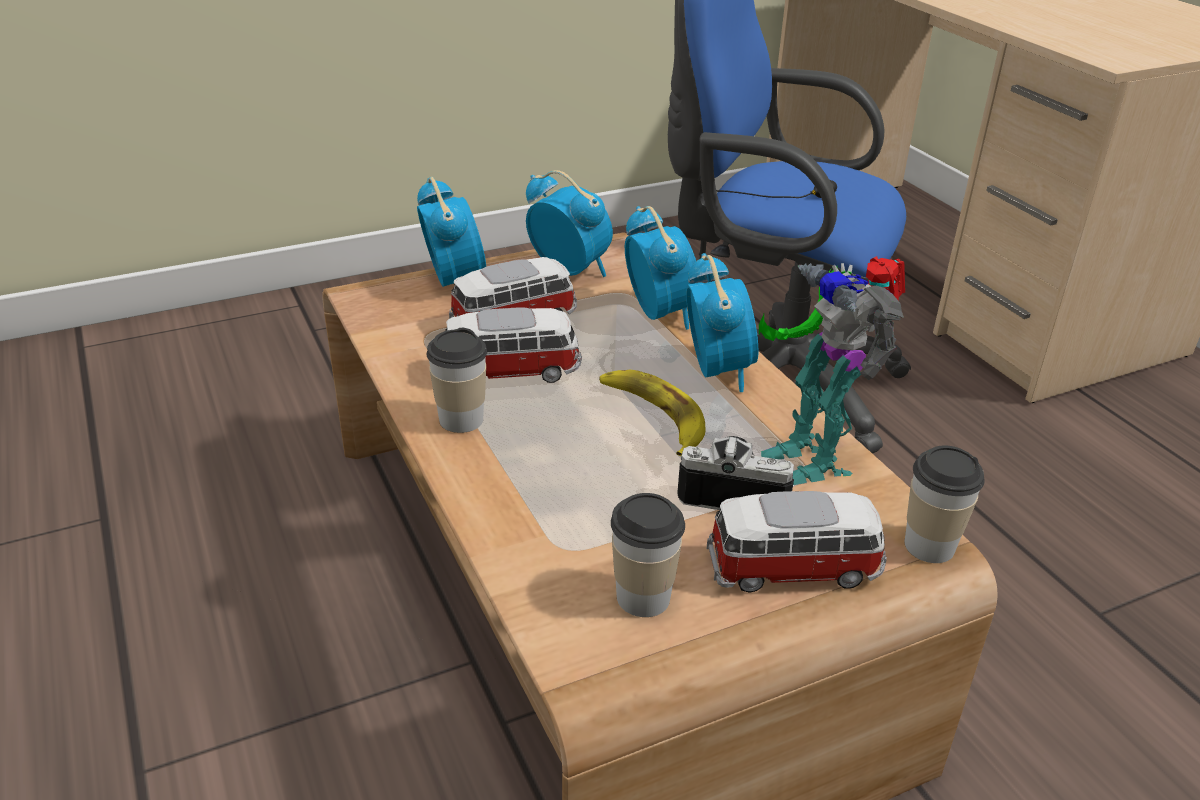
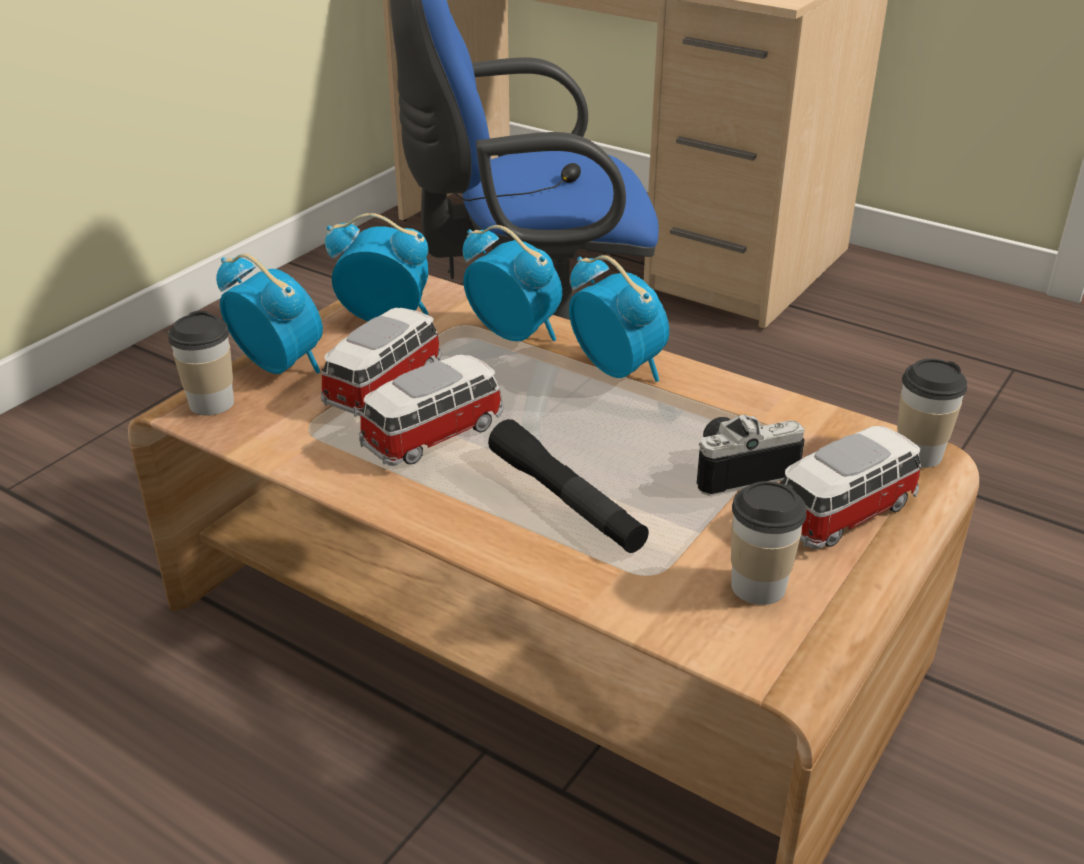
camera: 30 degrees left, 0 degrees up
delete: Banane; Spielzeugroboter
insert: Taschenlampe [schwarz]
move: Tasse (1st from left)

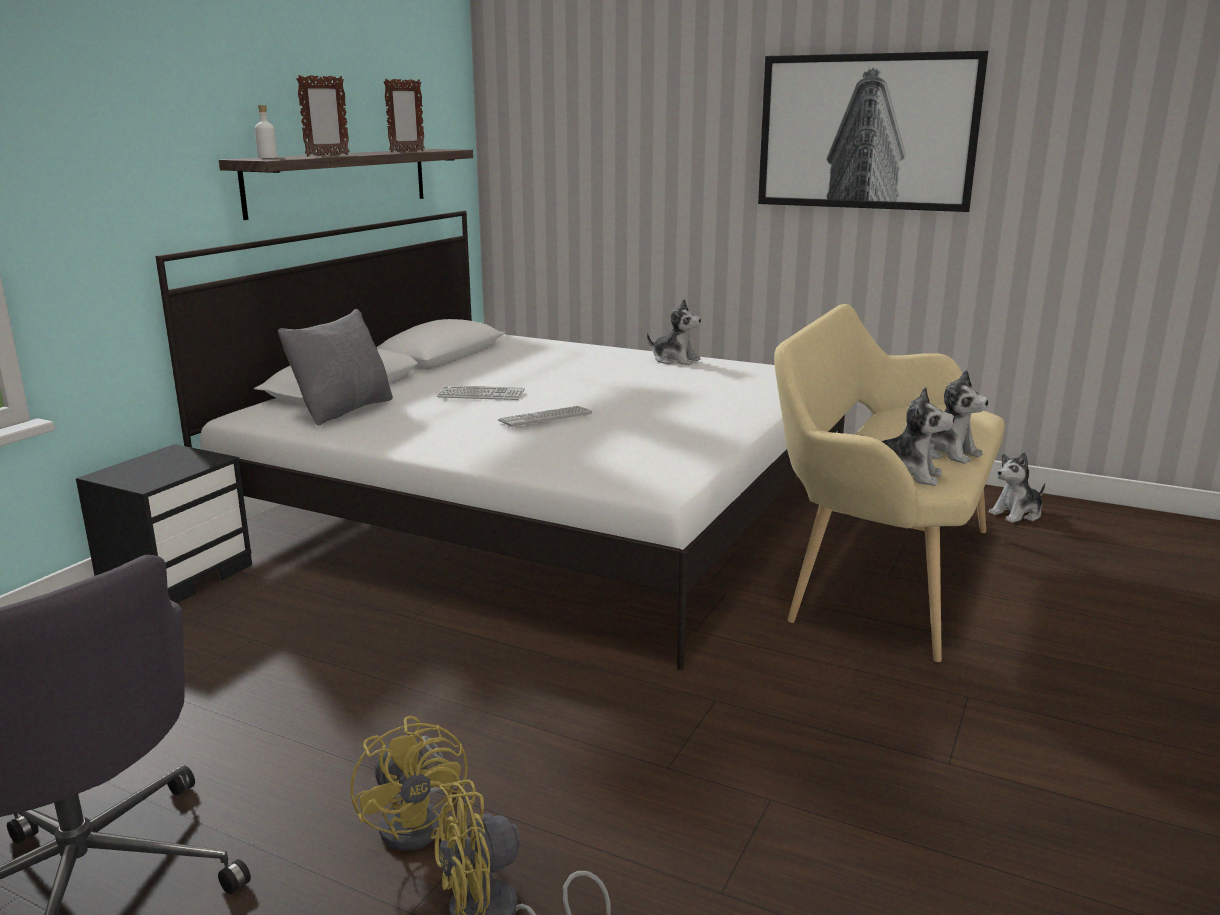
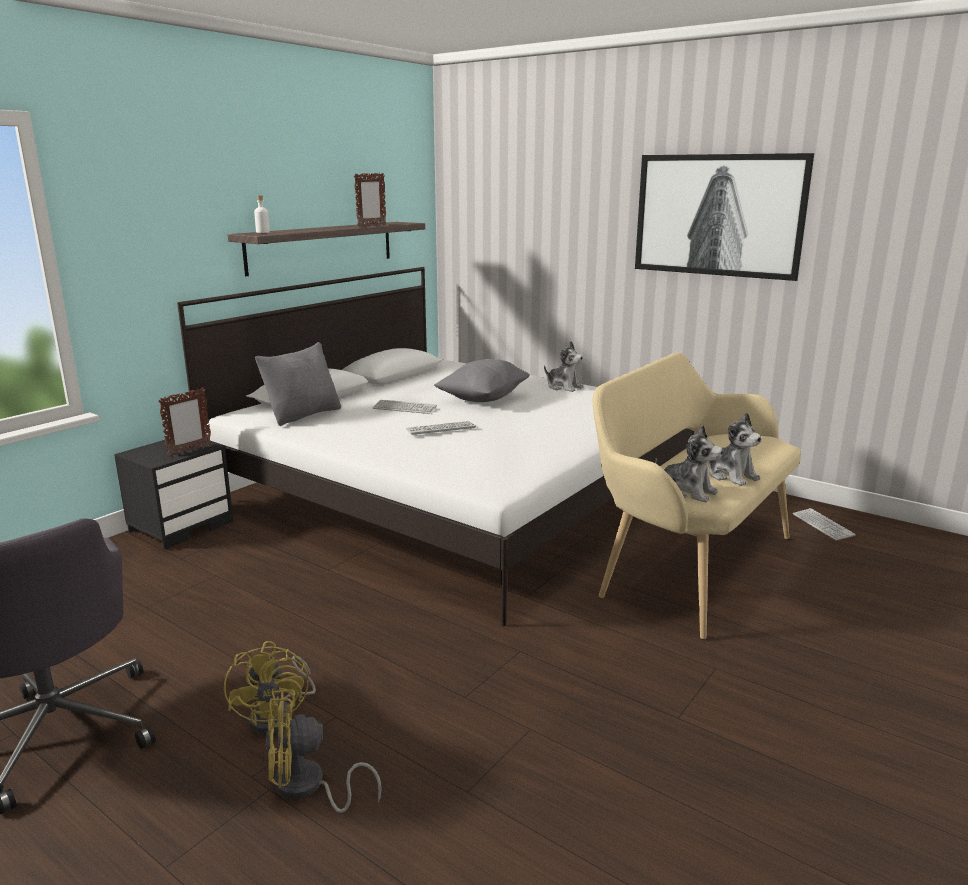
camera: 10 degrees right, 0 degrees up
insert: Kissen [grau] (2nd from left)
move: Bilderrahmen (1st from left)
replace: Plüschtier (4th from left) to Tastatur (3rd from left)

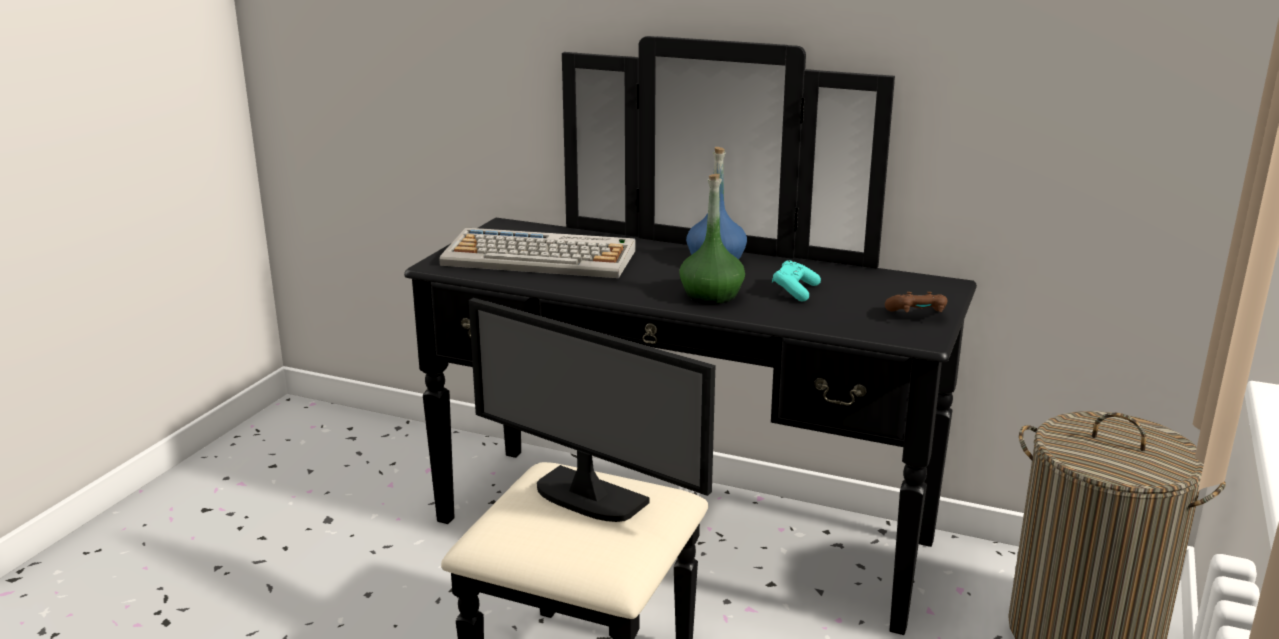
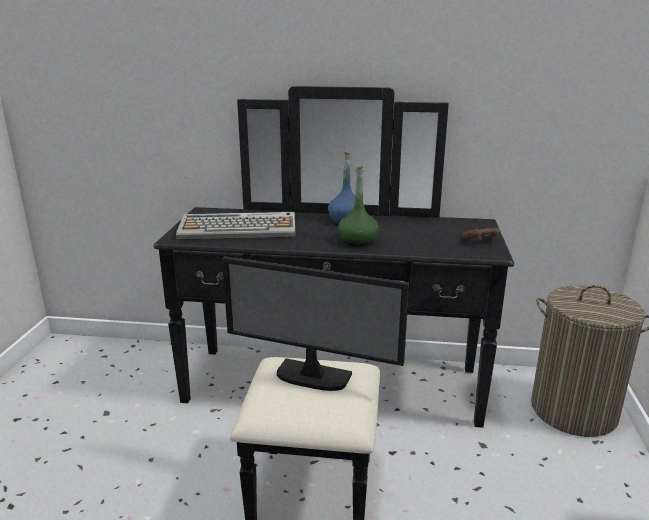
camera: 15 degrees left, 0 degrees up
delete: Gamepad [türkis]

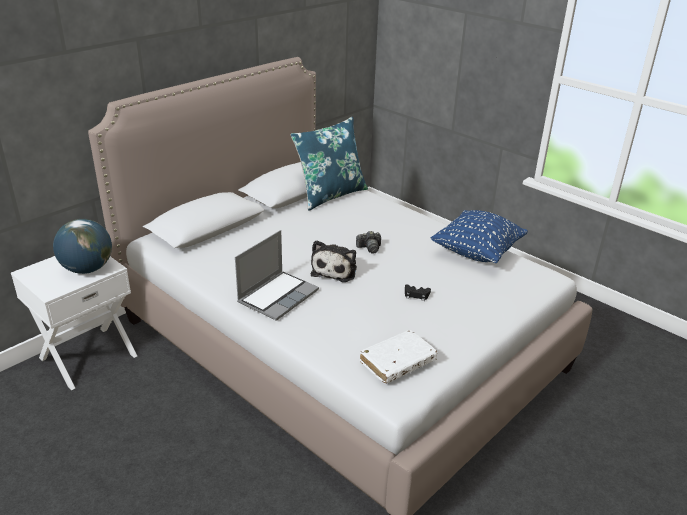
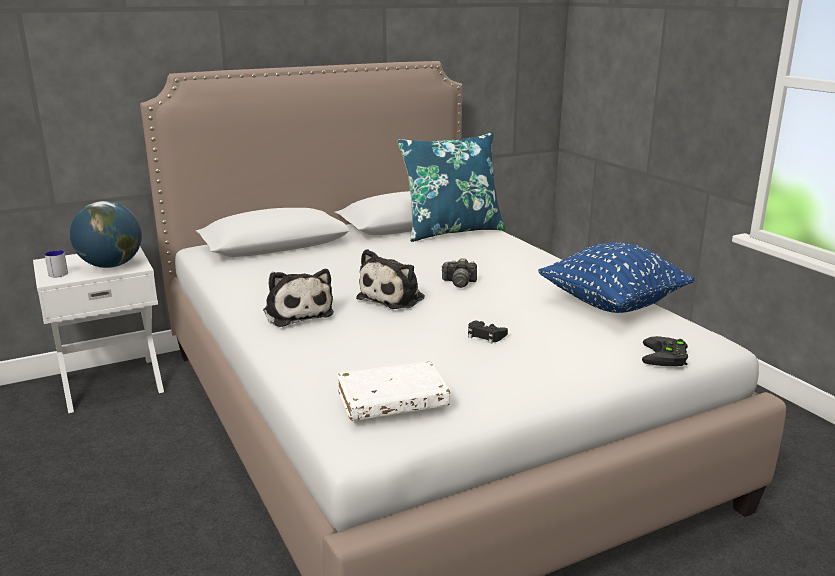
camera: 20 degrees right, 10 degrees down
insert: Henkelbecher; Gamepad [schwarz] (2nd from left)
replace: Laptop to Plüschtier (1st from left)

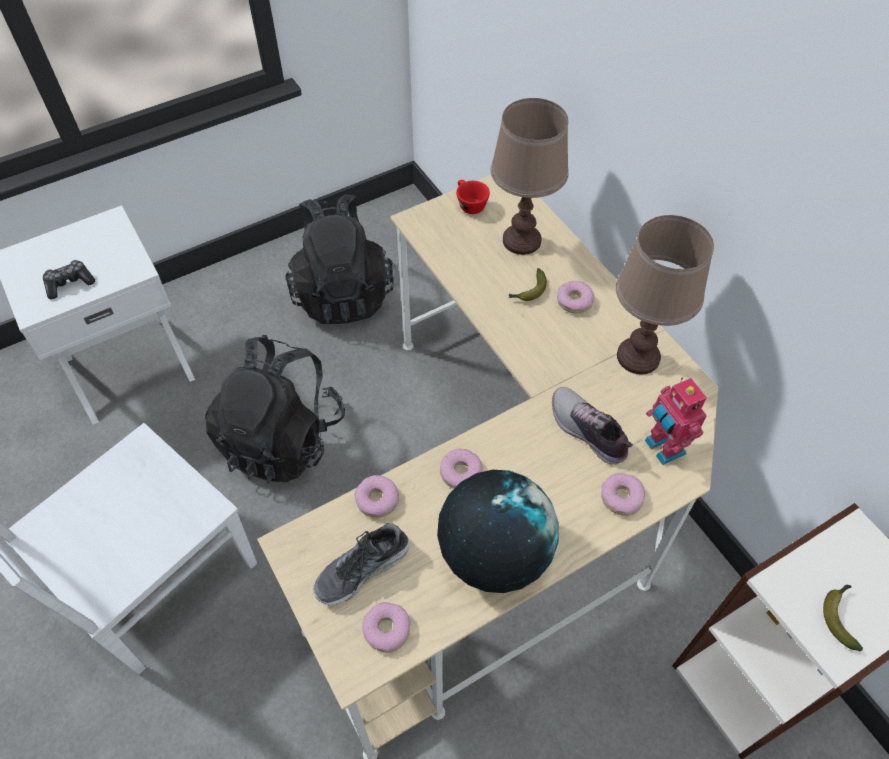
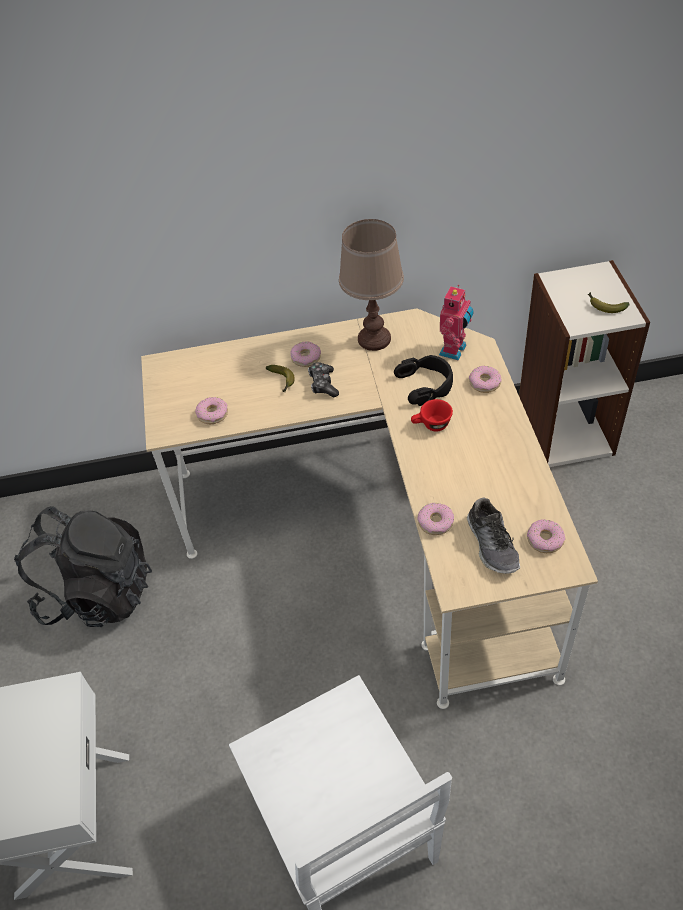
camera: 65 degrees left, 5 degrees down
delete: Rucksack [schwarz] (1st from left); Globus; Tischlampe [braun] (1st from left)
move: Donut (3rd from left in the first image) to Donut (1st from left); Gamepad; Tasse [rot]
replace: Schuh (2nd from left) to Kopfhörer [schwarz]
rotate: Spielzeugroboter 60 degrees counterclockwise

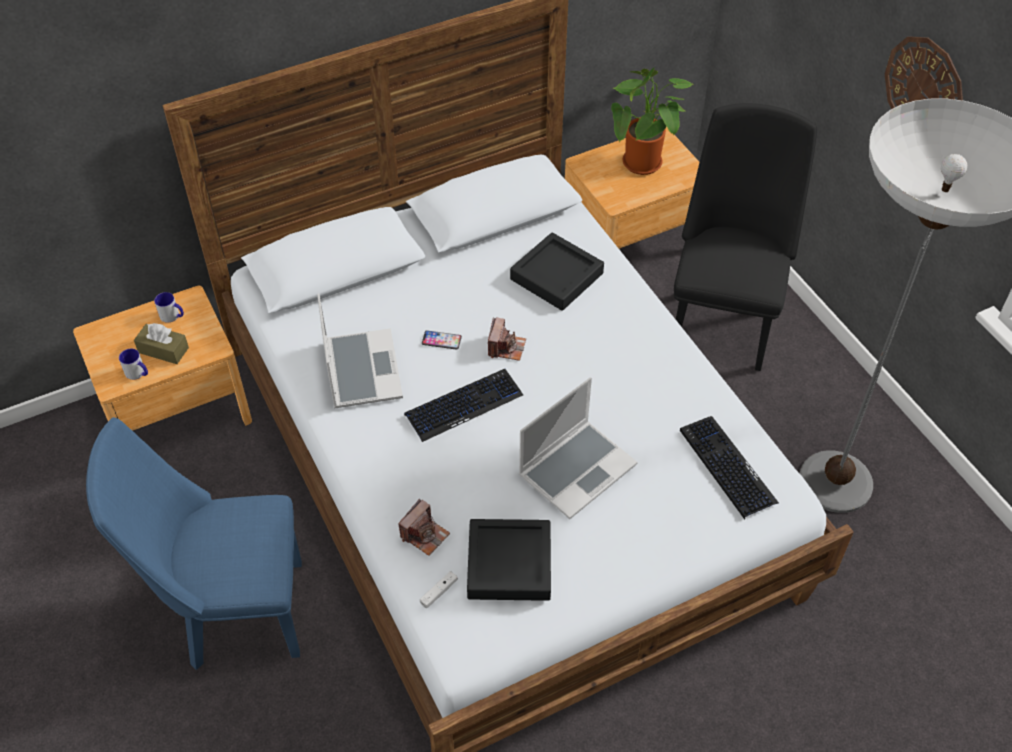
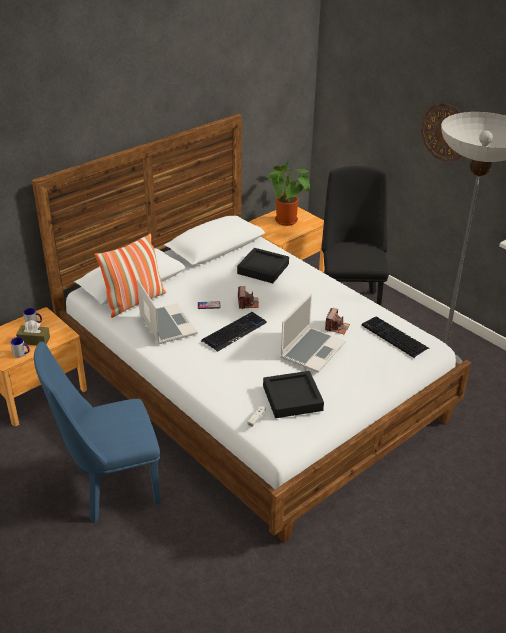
camera: 15 degrees left, 15 degrees down
insert: Kissen
move: Kamera (1st from left in the first image) to Kamera (2nd from left)

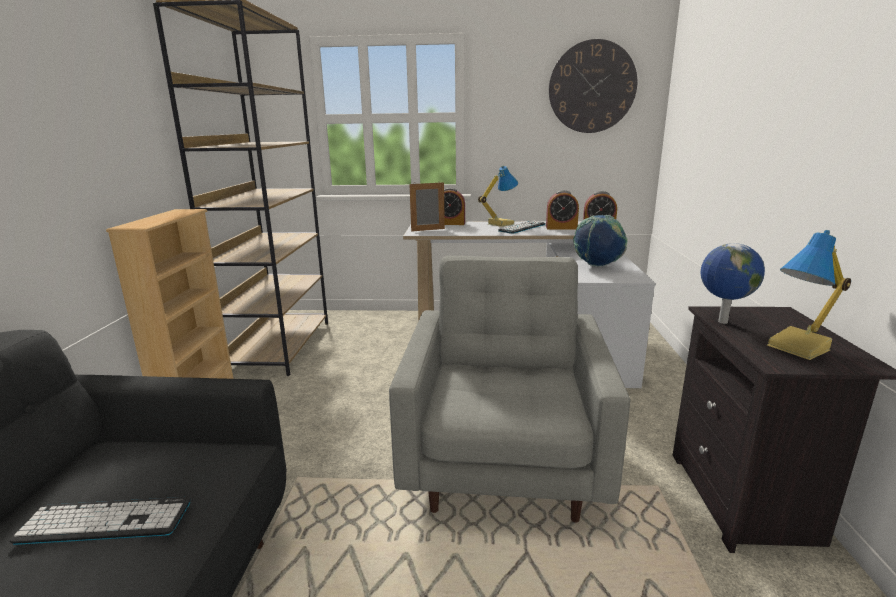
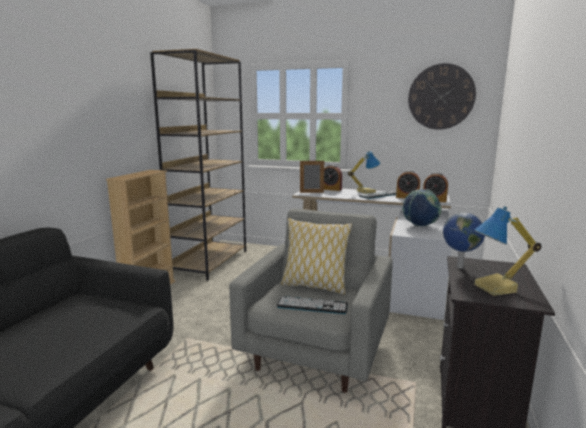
camera: 15 degrees right, 5 degrees down
insert: Kissen
move: Tastatur (1st from left)

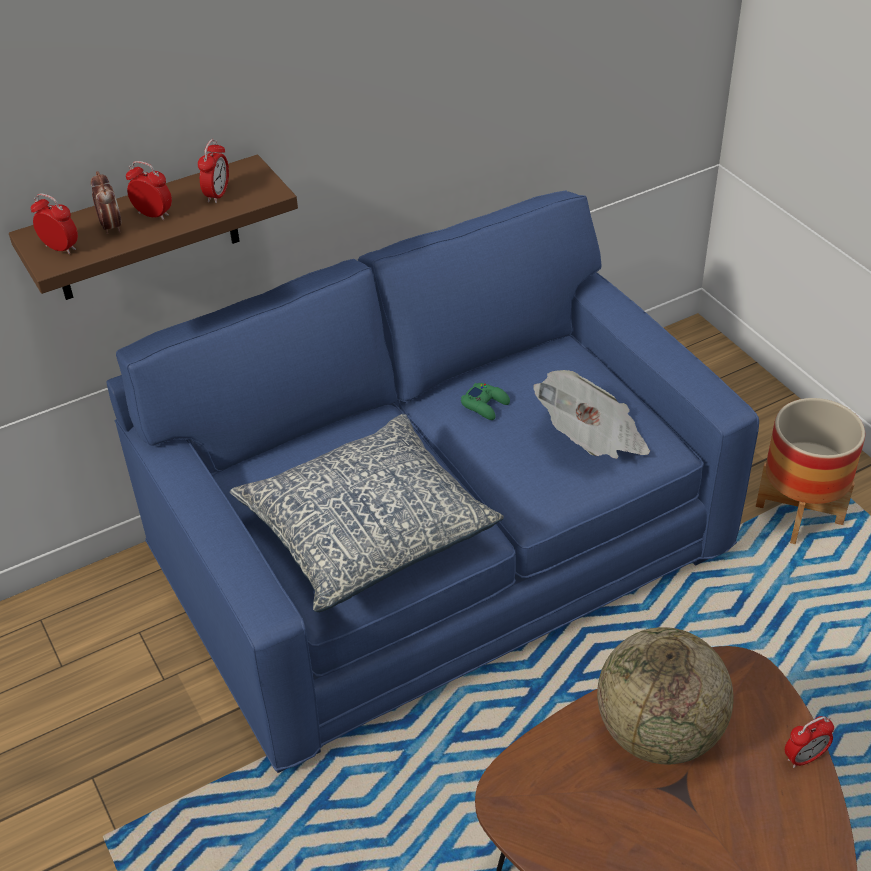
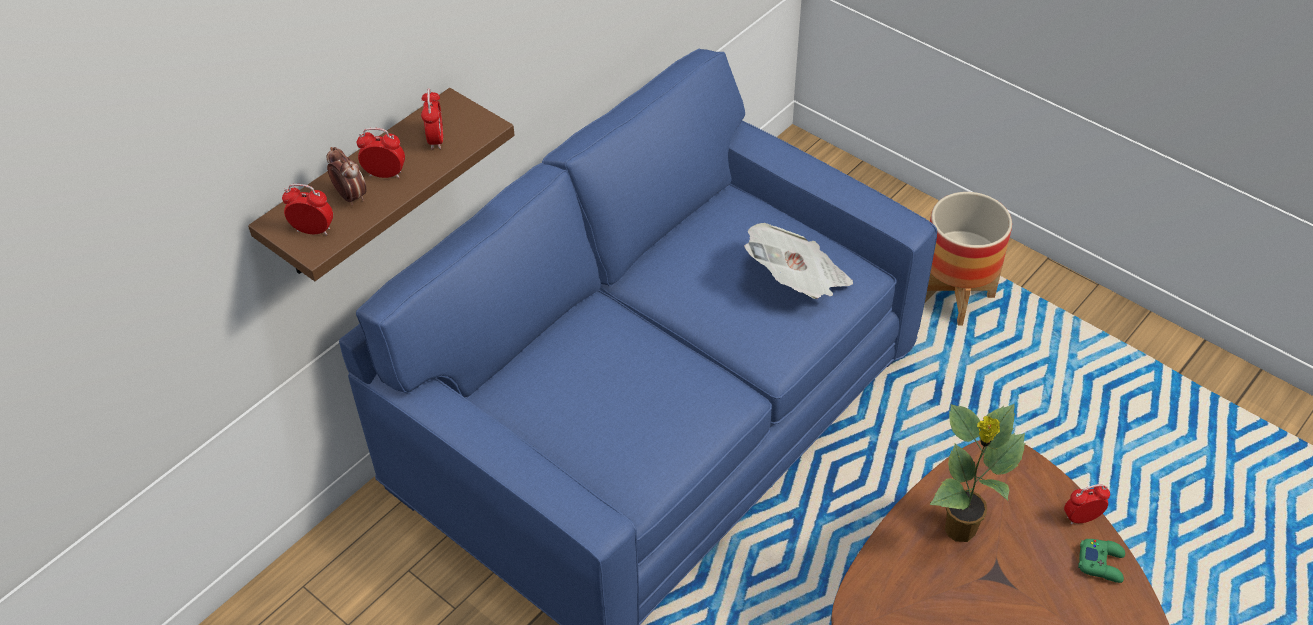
camera: 20 degrees left, 5 degrees up
delete: Kissen
move: Gamepad [grün]
replace: Globus to Topfpflanze
rotate: Wecker (5th from left) 150 degrees counterclockwise

